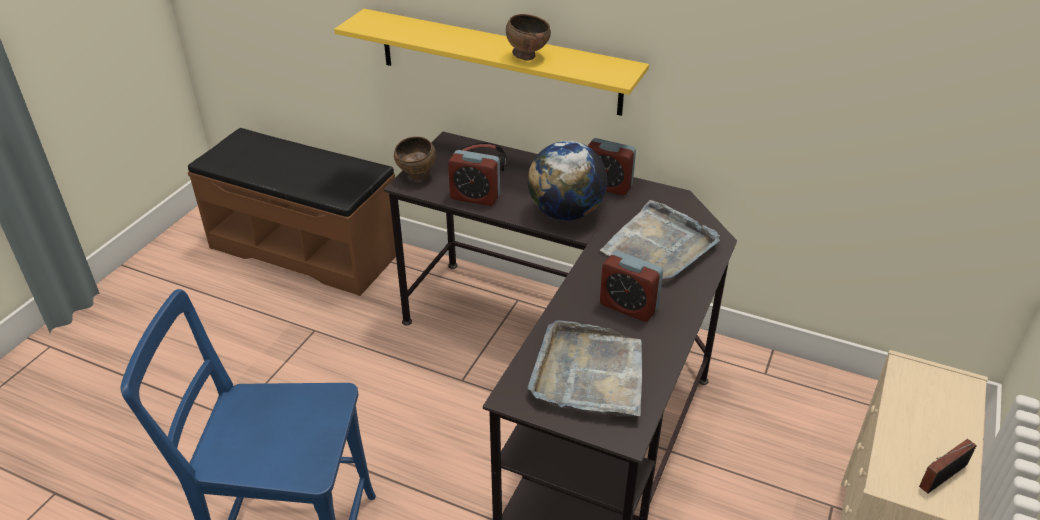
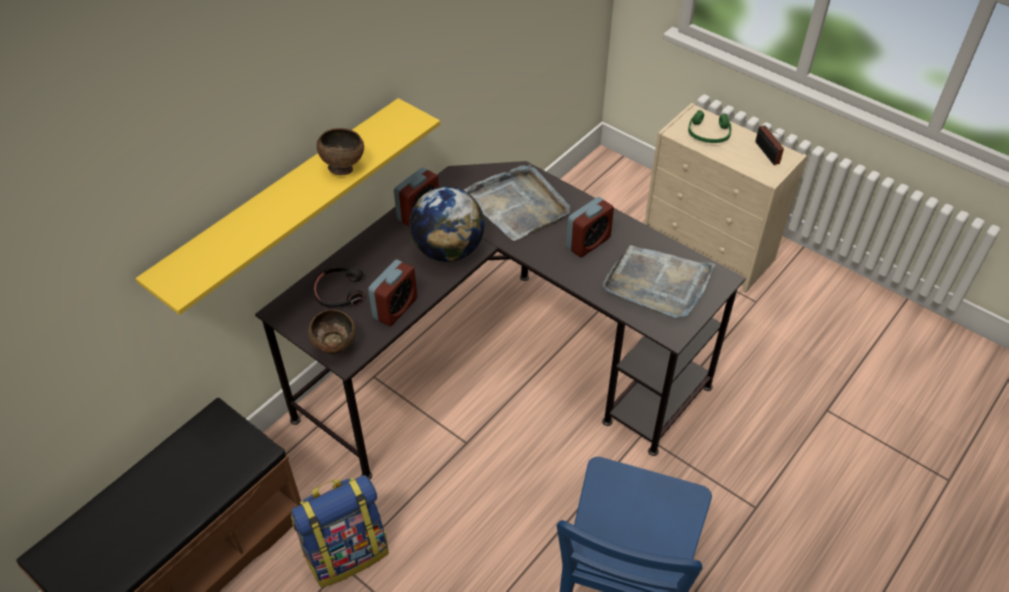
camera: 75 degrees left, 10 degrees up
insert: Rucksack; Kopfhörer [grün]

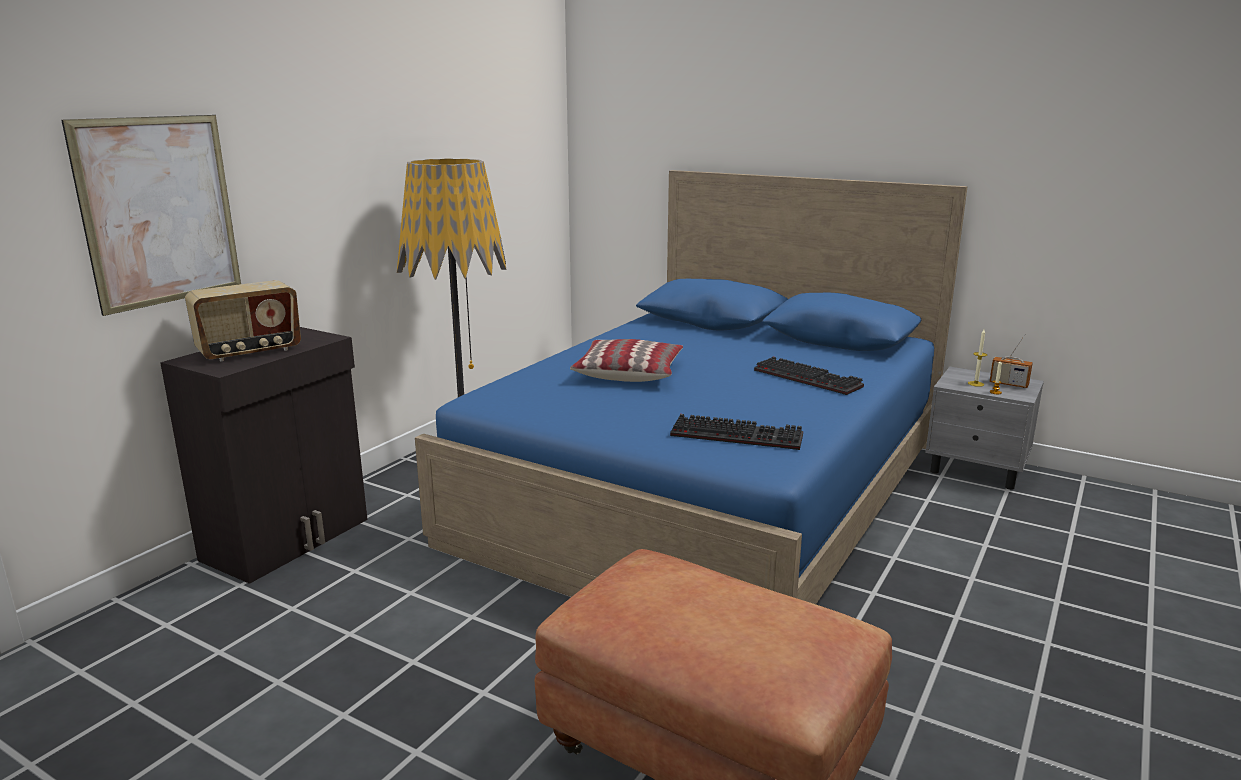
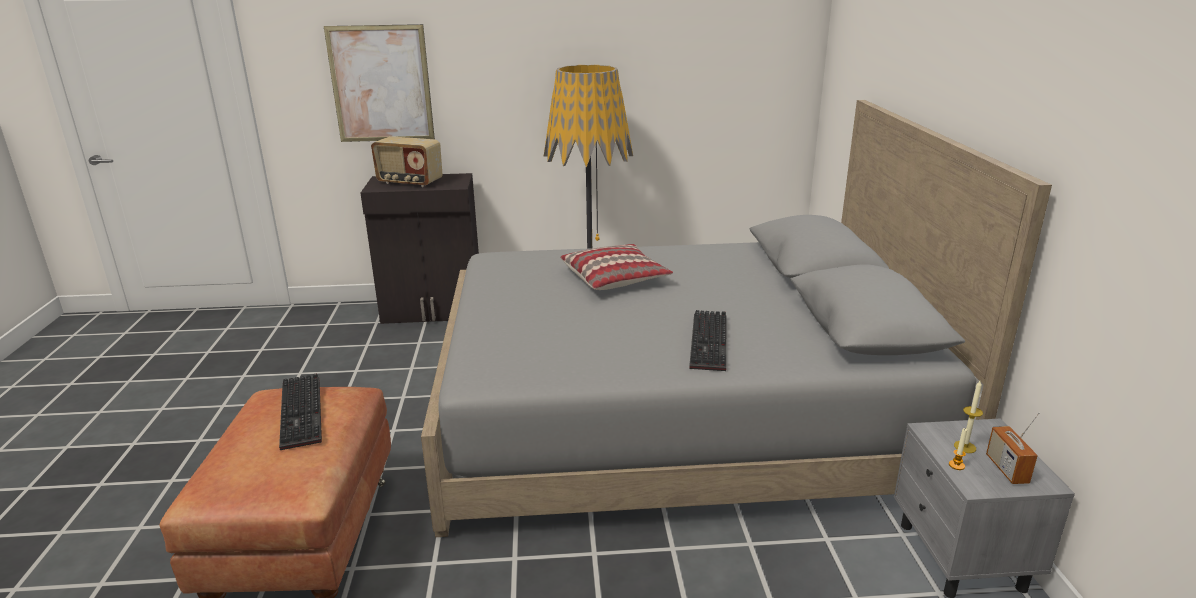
camera: 55 degrees right, 5 degrees up
move: Tastatur (1st from left)
recolor: Bett [blau] to Bett [grau]

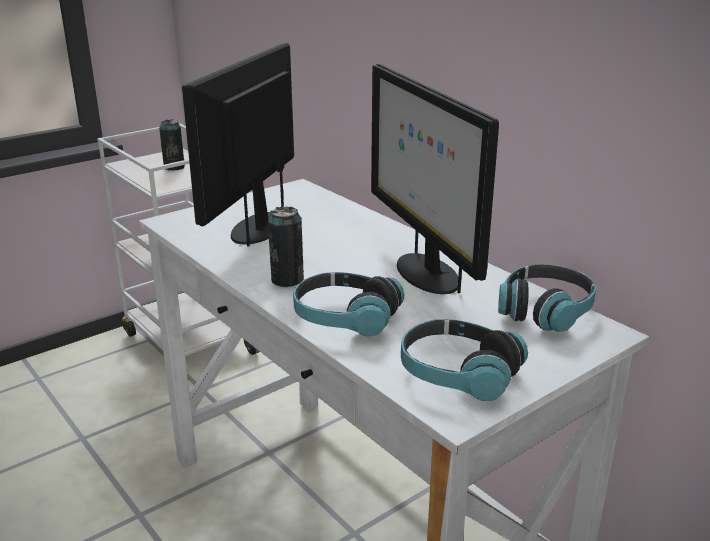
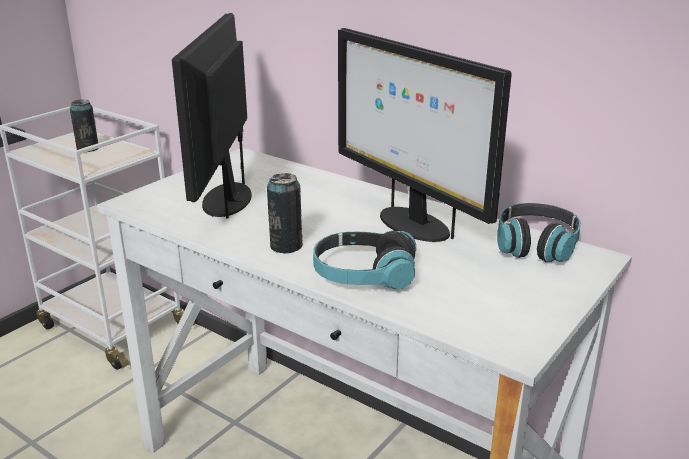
camera: 15 degrees left, 0 degrees up
delete: Kopfhörer (2nd from left)

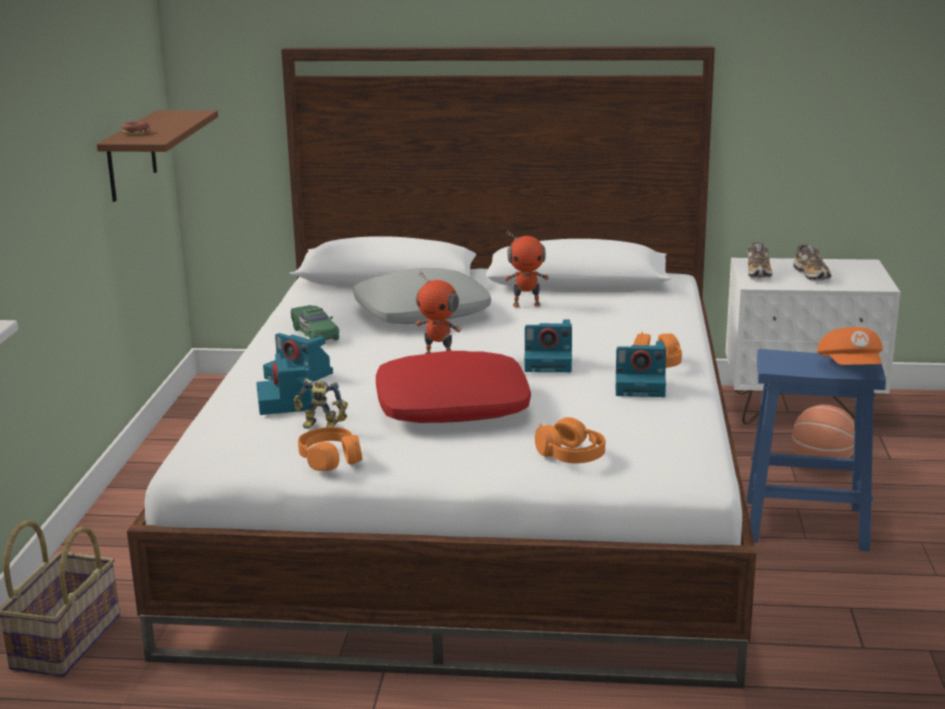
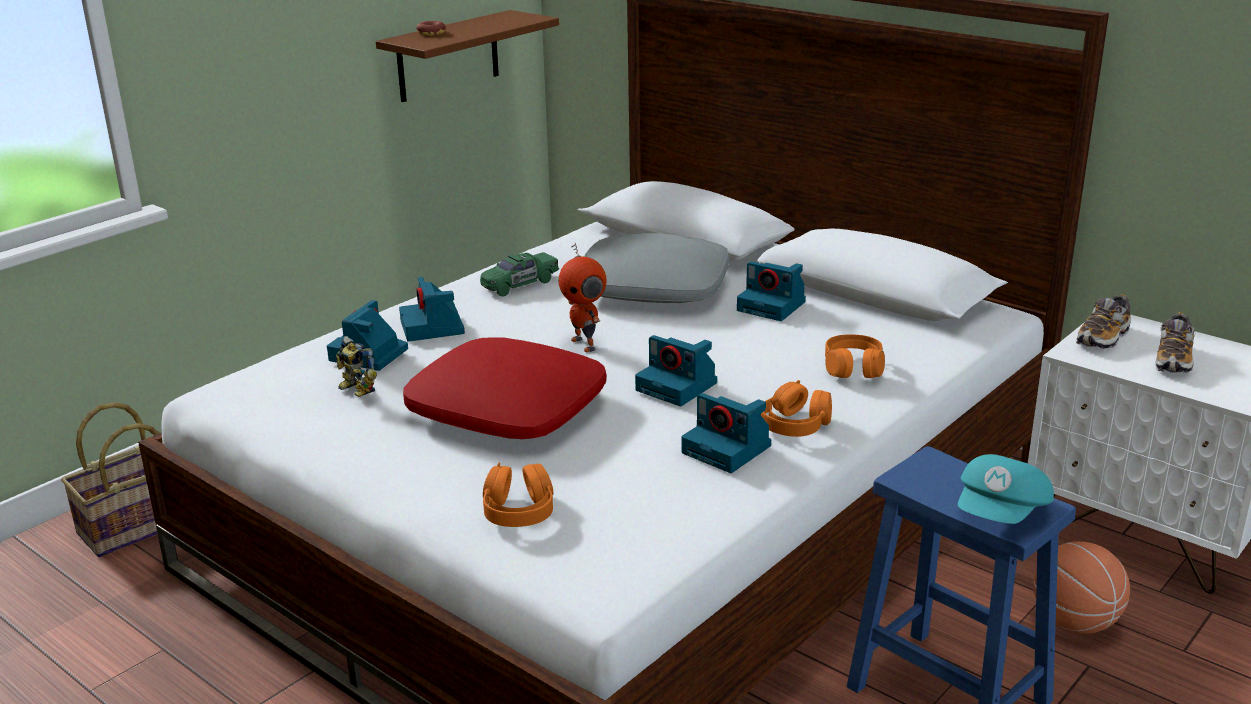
camera: 35 degrees right, 5 degrees up
move: Kopfhörer [orange] (1st from left in the first image) to Kopfhörer [orange] (3rd from left)
replace: Spielzeugroboter (3rd from left) to Kamera (5th from left)
recolor: Kappe [orange] to Kappe [türkis]
rotate: Spielzeugauto [grün] 45 degrees clockwise

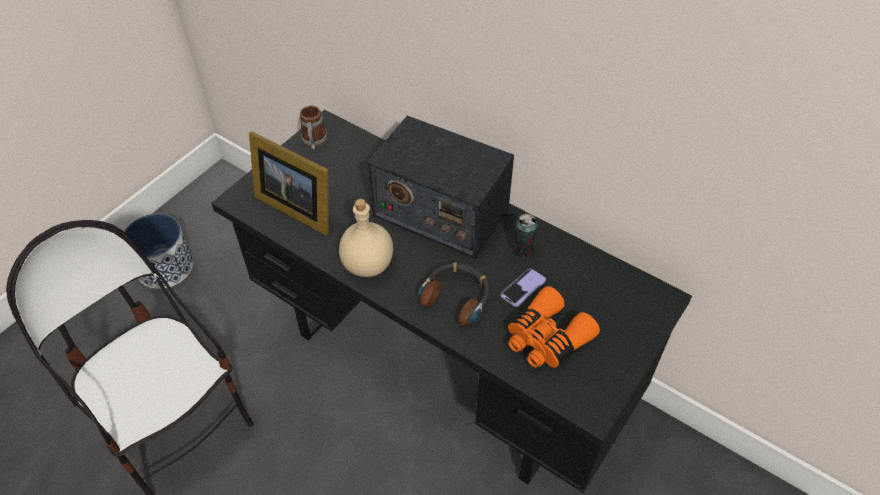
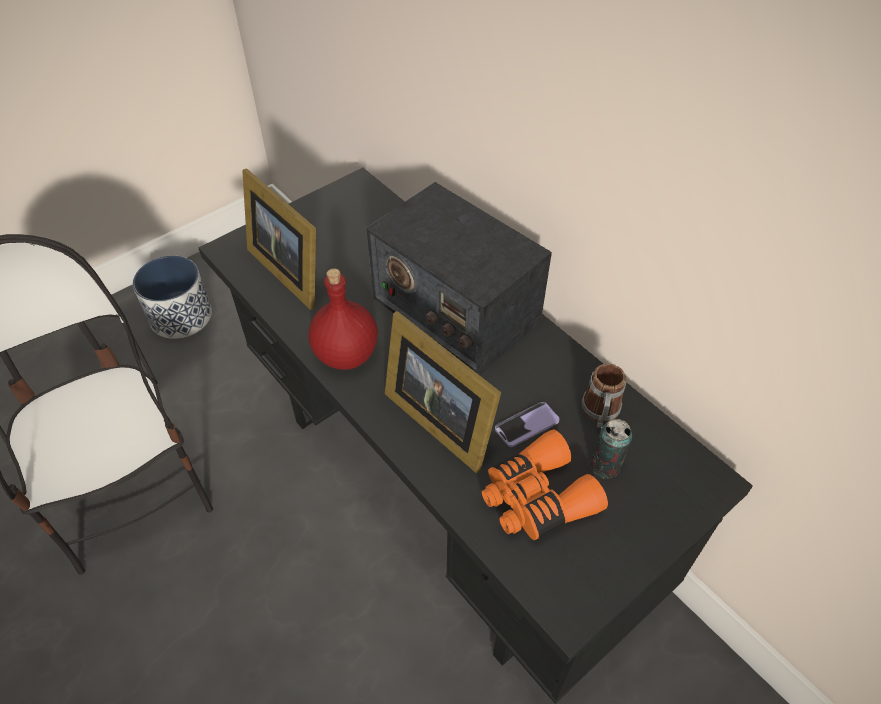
camera: 15 degrees right, 0 degrees up
move: Henkelbecher; Dose
replace: Kopfhörer to Bilderrahmen (2nd from left)
recolor: Flasche [beige] to Flasche [rot]

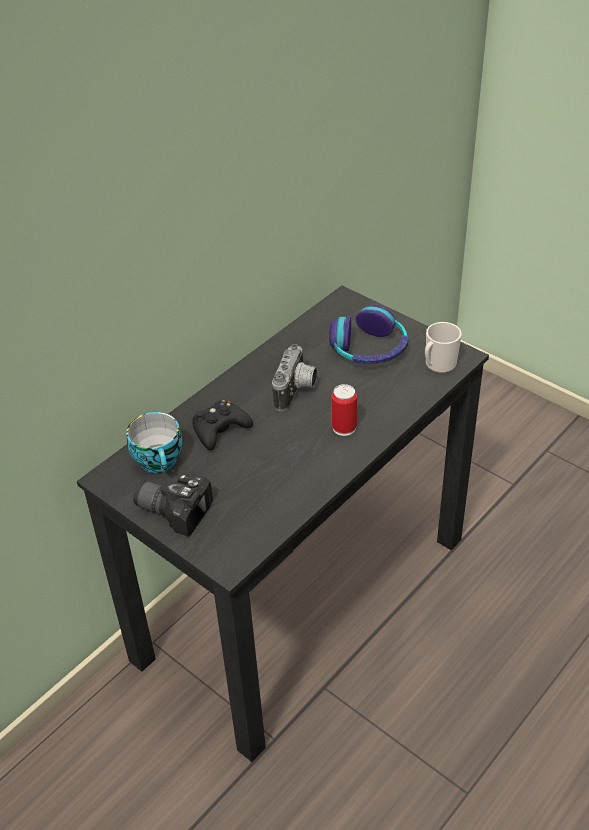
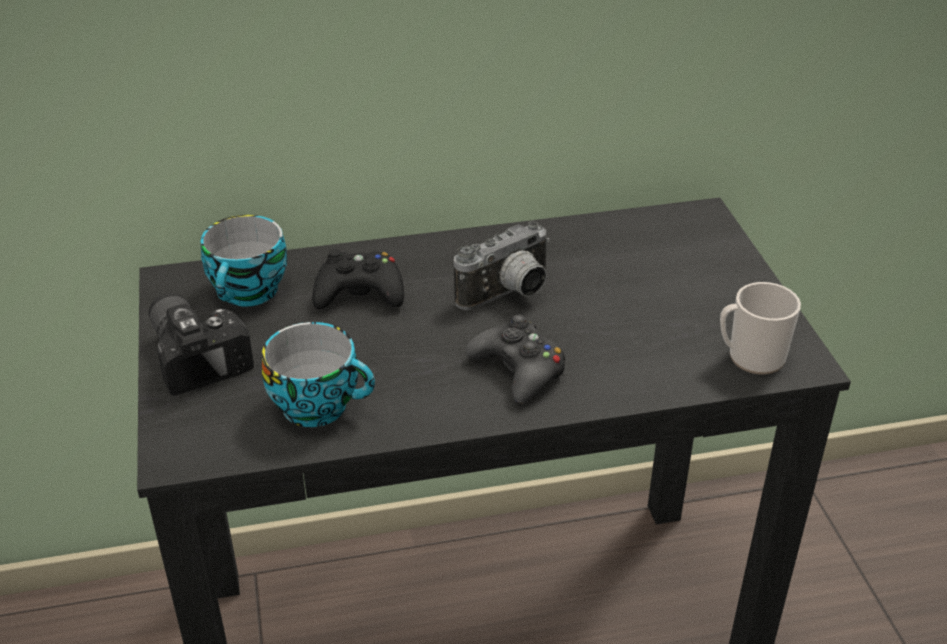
camera: 35 degrees right, 5 degrees down
delete: Kopfhörer
insert: Tasse (2nd from left)
replace: Dose to Gamepad [schwarz] (2nd from left)

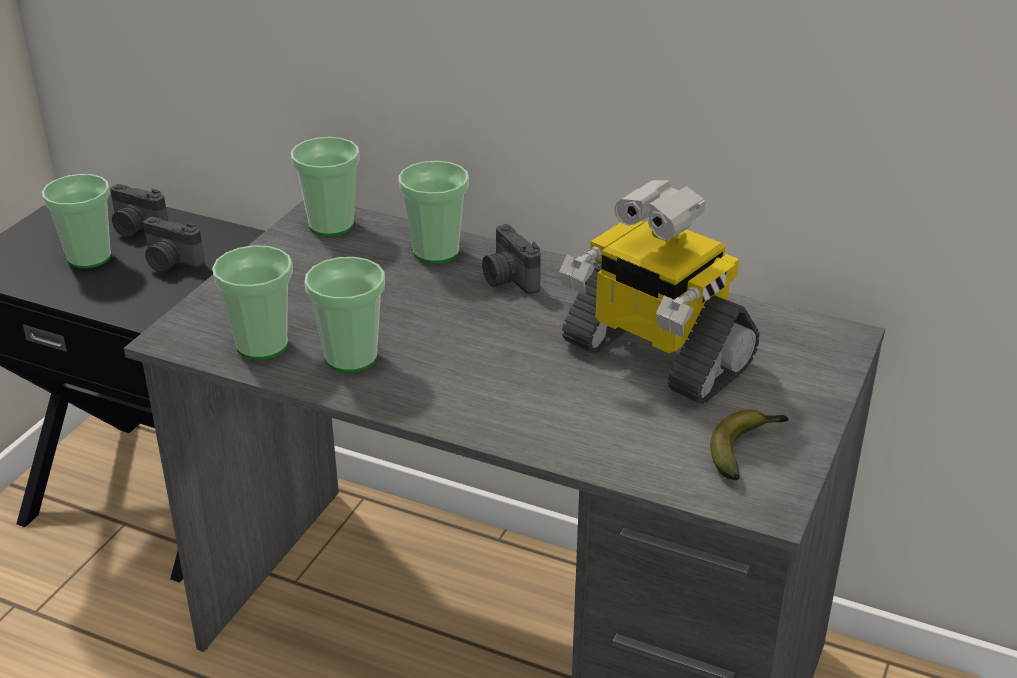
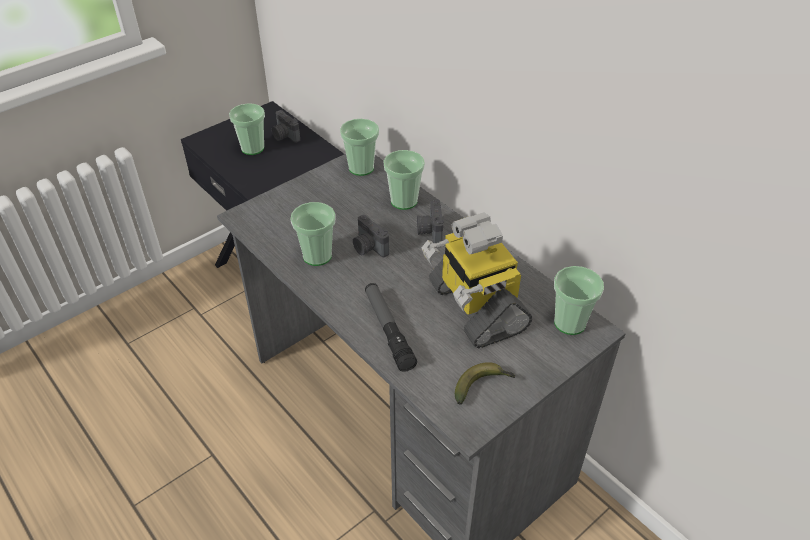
camera: 25 degrees right, 10 degrees up
insert: Taschenlampe
move: Kamera (2nd from left); Tasse (2nd from left in the first image) to Tasse (5th from left)

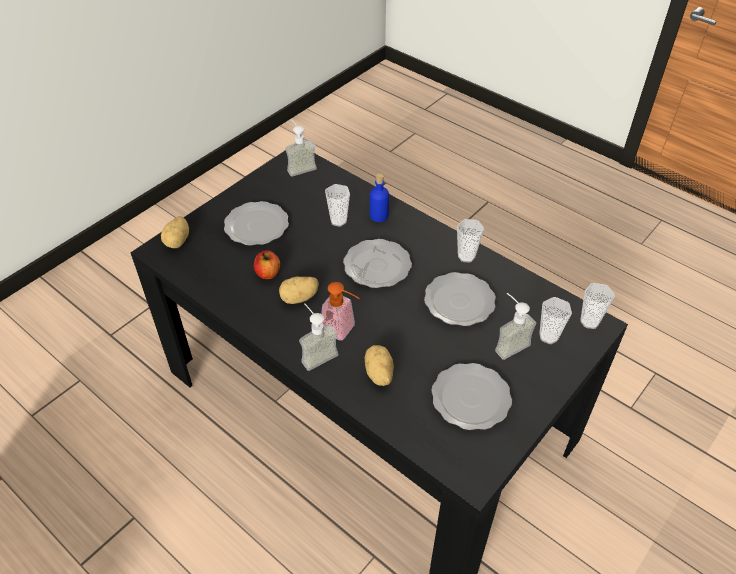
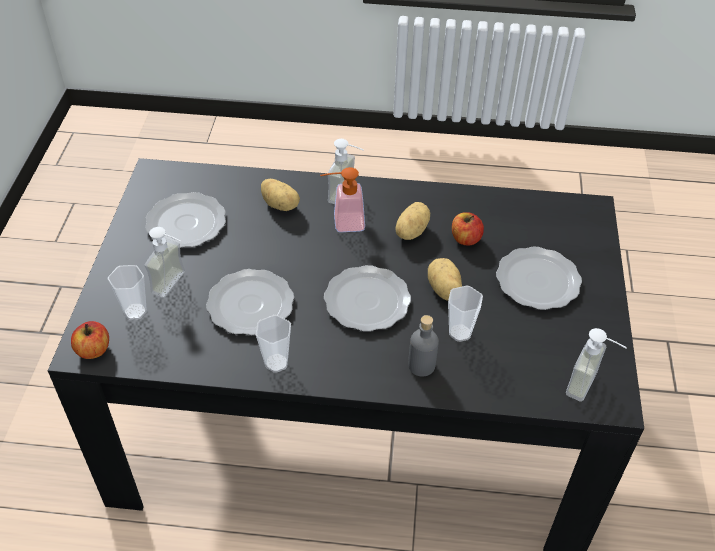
camera: 145 degrees right, 0 degrees up
move: Kartoffel (1st from left in the first image) to Kartoffel (3rd from left)
replace: Tasse (4th from left) to Apfel (1st from left)
recolor: Flasche [blau] to Flasche [grau]

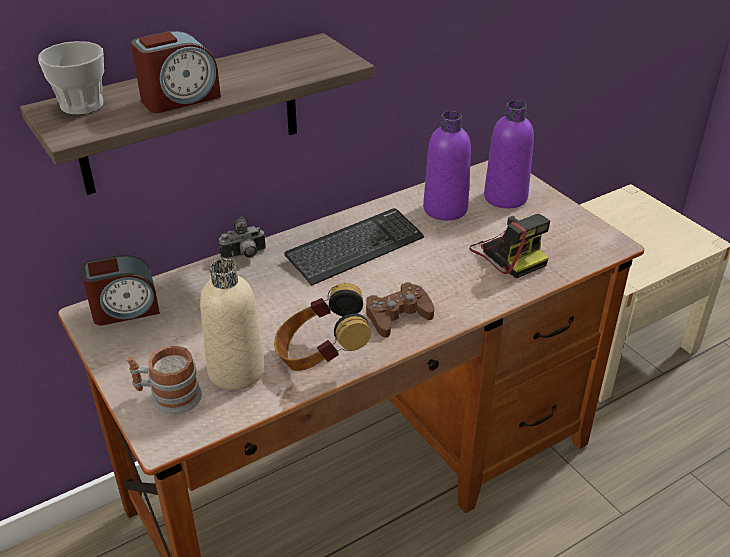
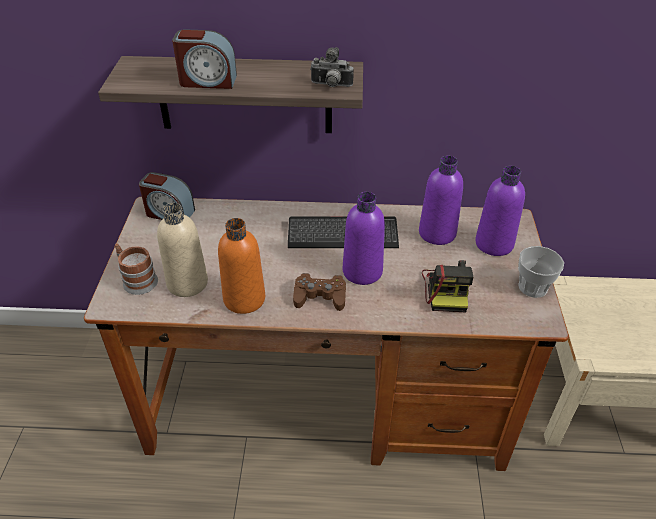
camera: 35 degrees right, 5 degrees up
insert: Flasche [lila] (1st from left)
move: Kamera (1st from left); Tasse
replace: Kopfhörer to Flasche [orange]

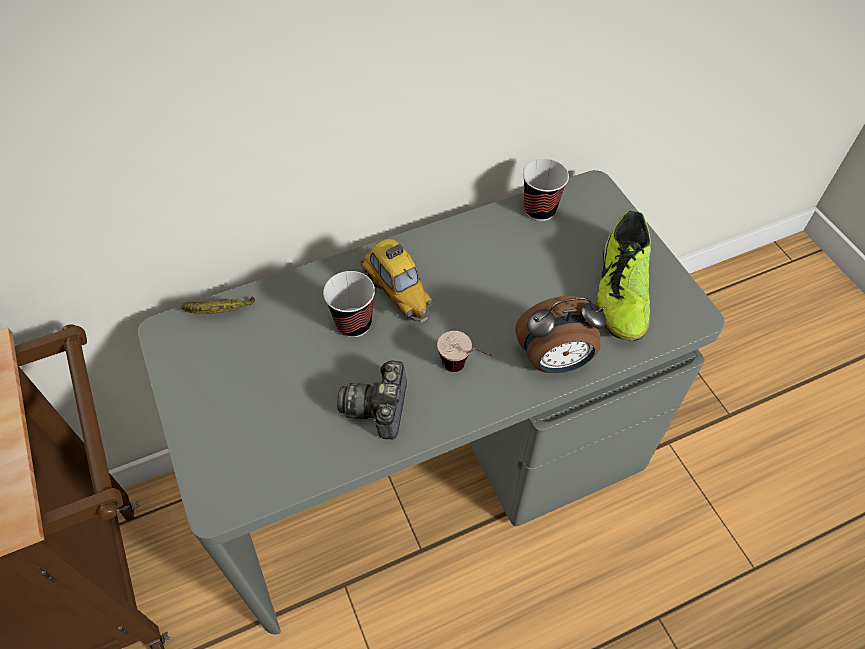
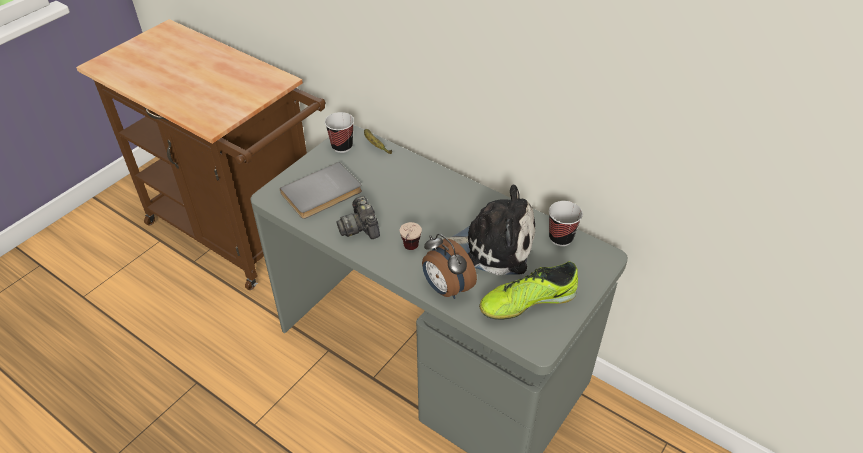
camera: 60 degrees right, 10 degrees down
delete: Spielzeugauto
insert: Buch [grau]; Plüschtier
move: Tasse (1st from left)
rotate: Kamera 90 degrees counterclockwise

